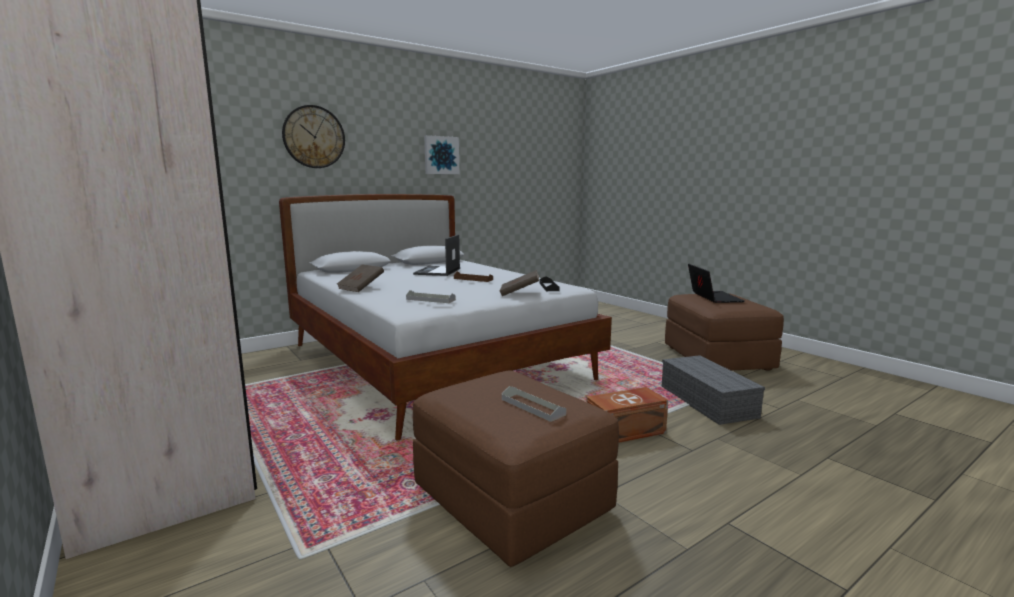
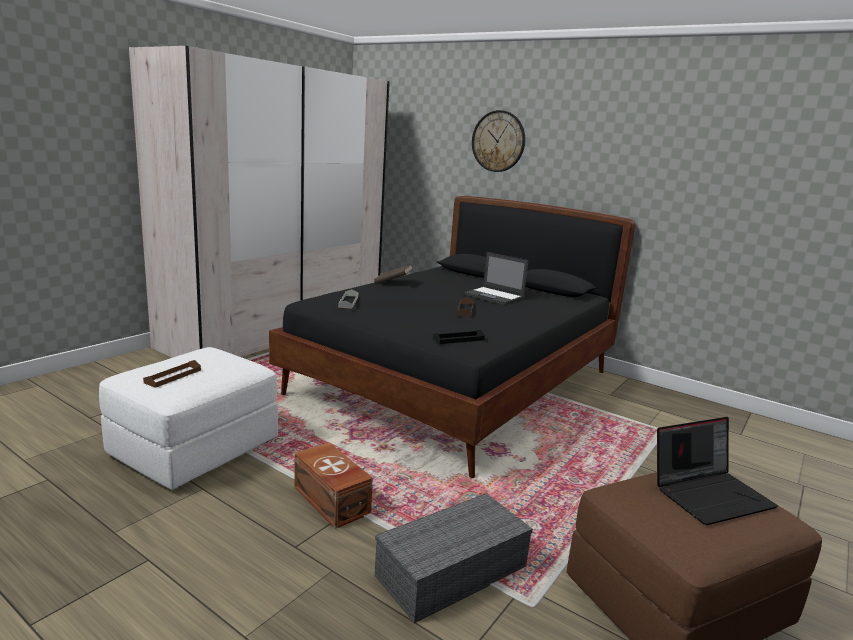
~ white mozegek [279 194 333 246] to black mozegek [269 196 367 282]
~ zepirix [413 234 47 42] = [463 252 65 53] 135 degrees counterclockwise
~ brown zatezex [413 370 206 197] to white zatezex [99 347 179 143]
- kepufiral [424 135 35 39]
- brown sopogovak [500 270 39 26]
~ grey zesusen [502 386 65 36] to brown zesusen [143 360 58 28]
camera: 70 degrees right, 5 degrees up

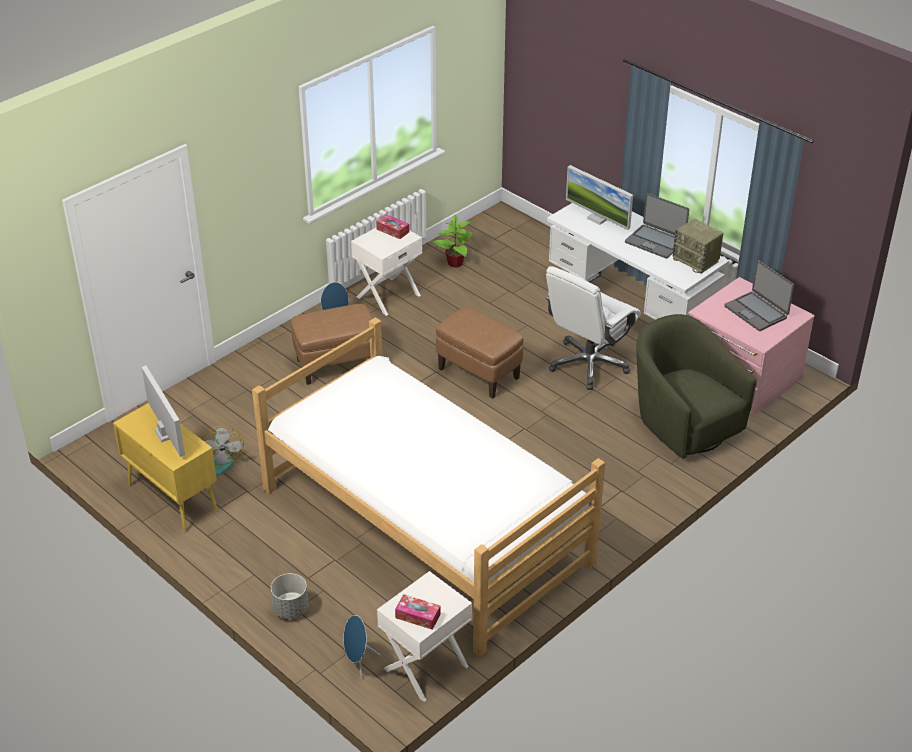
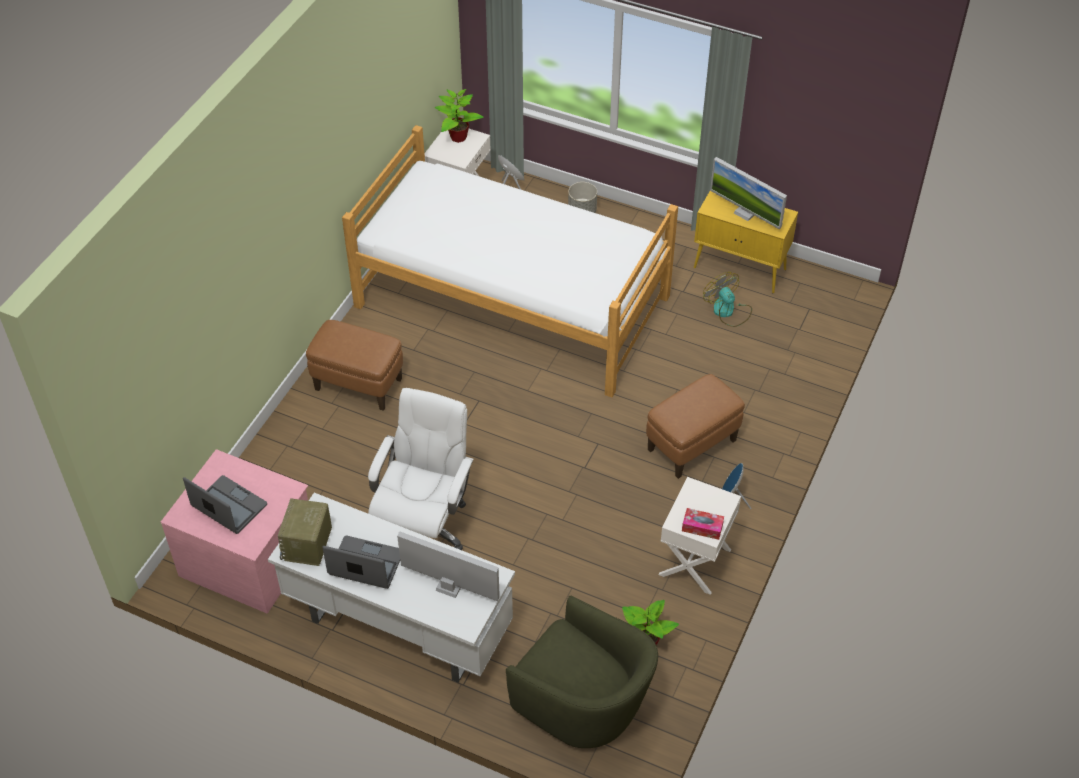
~ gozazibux [395 594 46 36] to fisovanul [435 89 49 54]
~ brown zatezex [436 307 88 92] to [306 320 97 91]
~ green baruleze [636 314 121 145] to [506 596 152 152]
~ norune [673 218 50 56] = [278 498 54 68] 105 degrees counterclockwise
camera: 160 degrees right, 10 degrees up

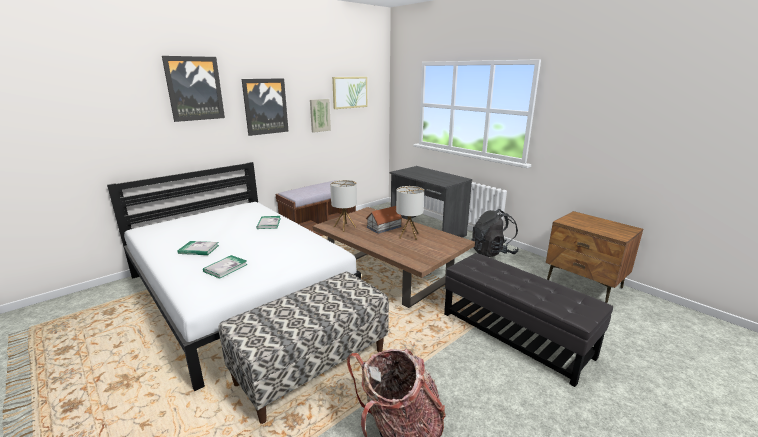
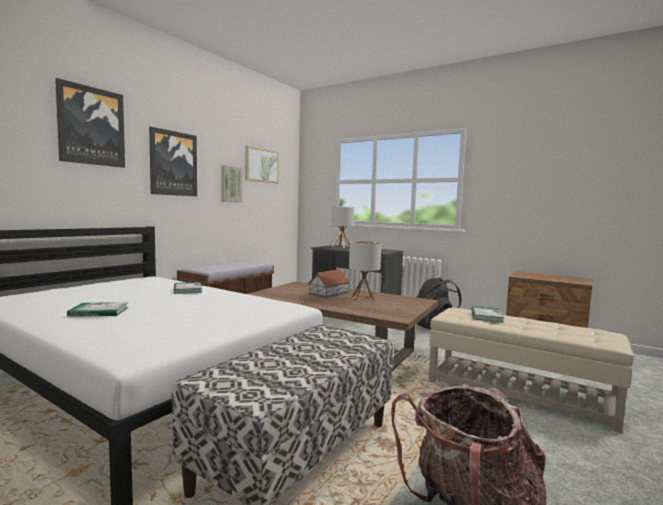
~ sopogovak [203 255 45 24] to [471 306 33 16]
~ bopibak [330 180 27 52] to [332 207 22 41]
~ black zatezex [444 253 169 134] to beige zatezex [429 308 205 125]
camera: 15 degrees left, 15 degrees down

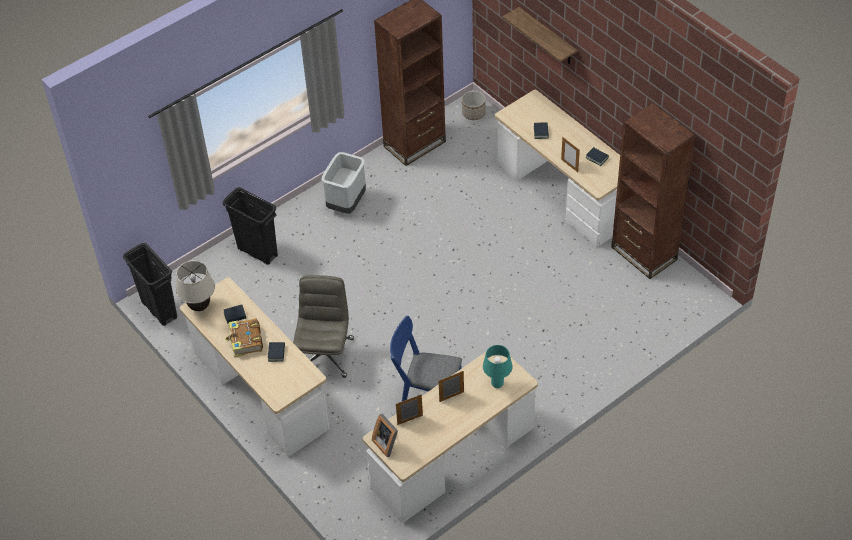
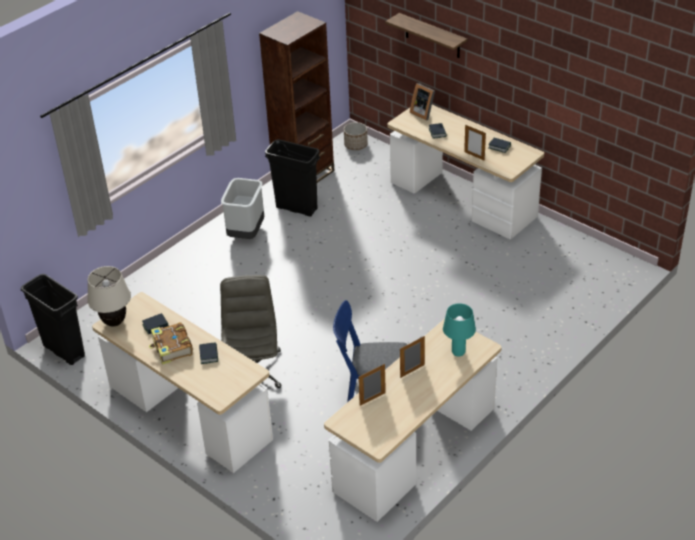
~ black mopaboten [223 187 55 78] to [265 139 55 77]
~ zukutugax [372 414 26 44] to [410 83 25 38]
- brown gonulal [611 103 85 176]
camera: 10 degrees left, 10 degrees down

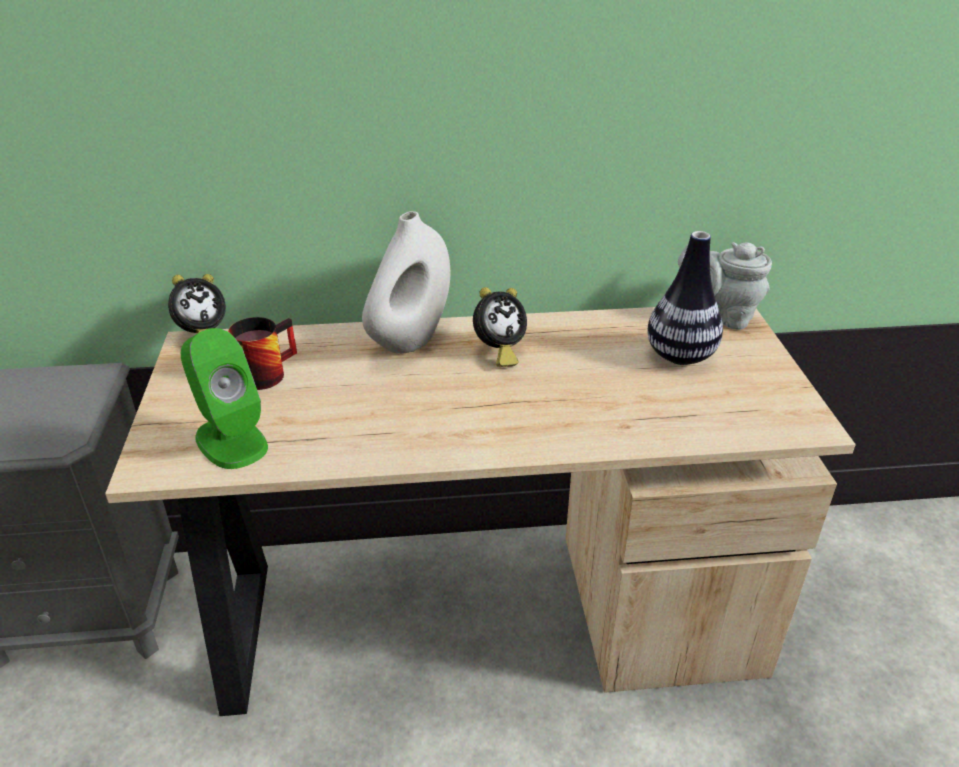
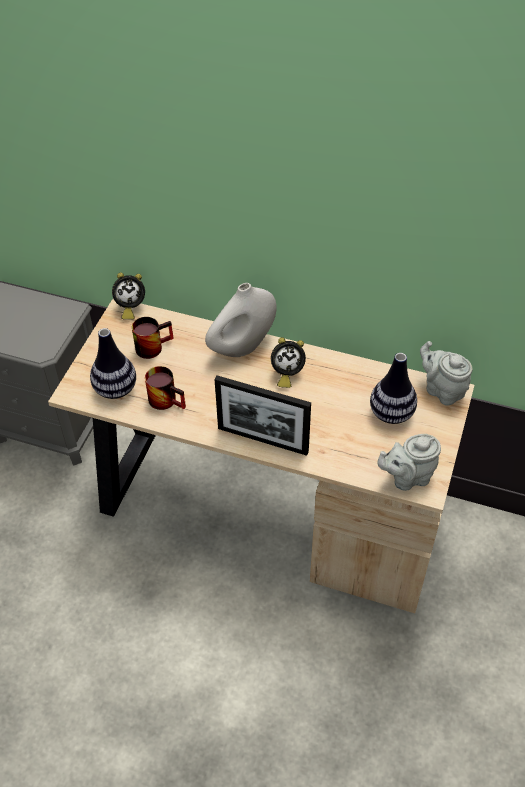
~ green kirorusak [181 328 87 141] to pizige [90 328 46 71]
+ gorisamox [145 366 41 44]
+ zukutugax [215 375 96 81]
+ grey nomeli [377 434 64 57]
camera: 25 degrees right, 15 degrees up

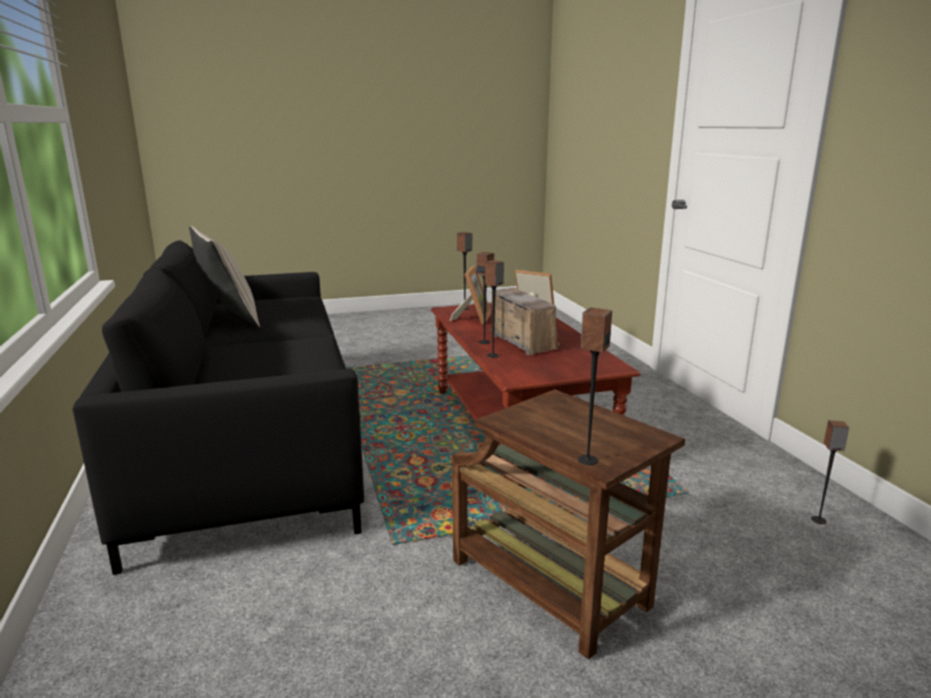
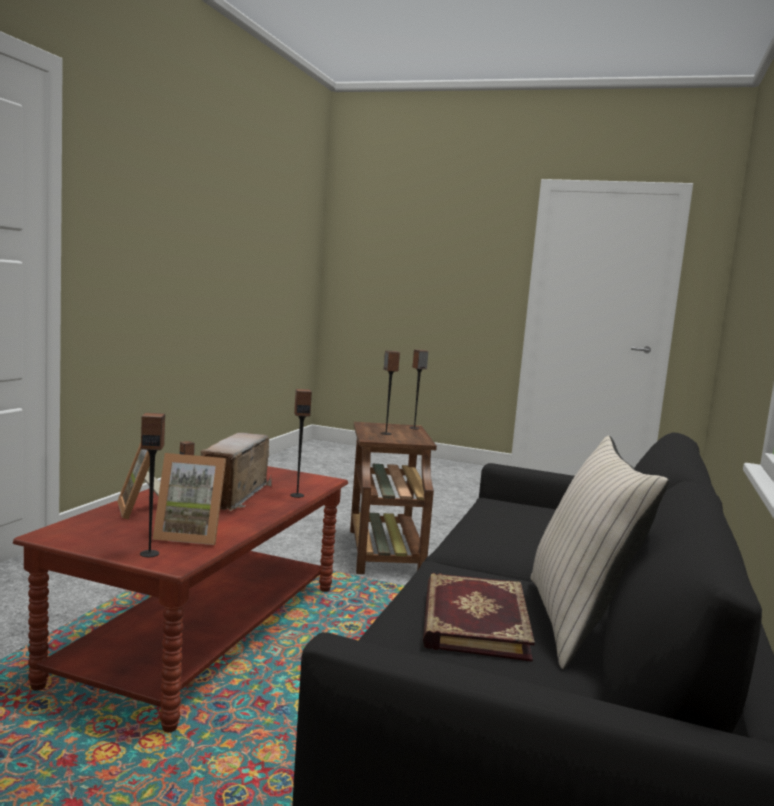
~ zukutugax [450 266 41 58] = [152 453 74 92] 135 degrees counterclockwise
~ kirorusak [477 252 17 92] to [381 351 19 84]
+ sopogovak [423 573 112 89]
camera: 145 degrees left, 10 degrees down

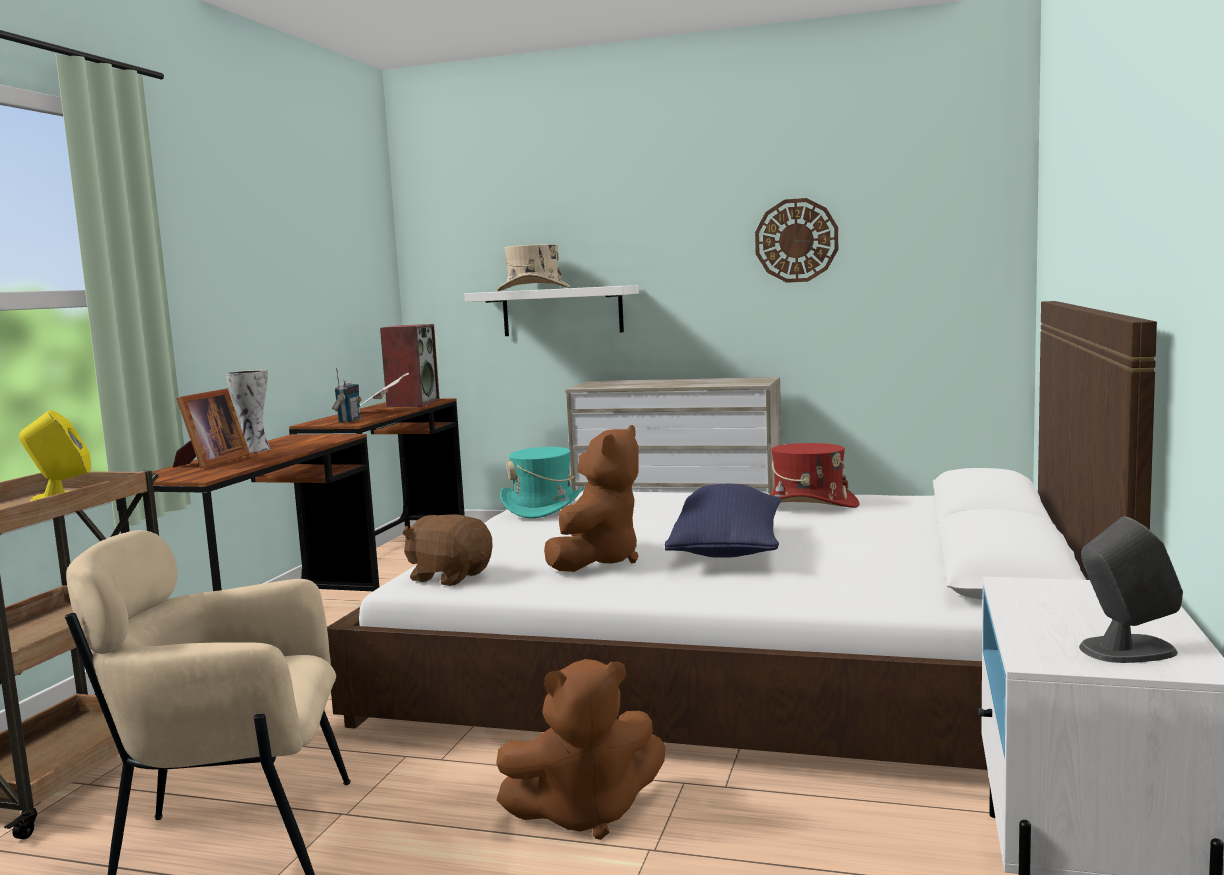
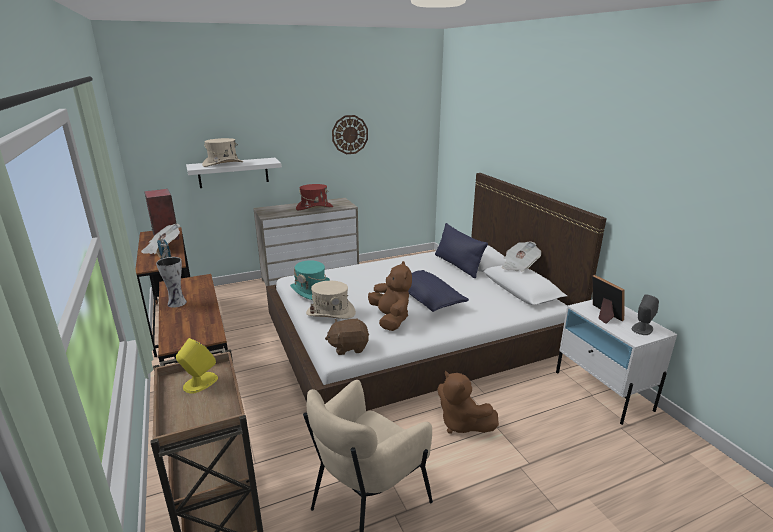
~ zukutugax [173 388 77 80] to [592 275 33 49]
~ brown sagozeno [496 659 170 181] = [437 371 62 63] 105 degrees clockwise
~ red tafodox [769 443 90 65] to [296 184 37 26]
+ beige tafodox [306 281 50 38]
+ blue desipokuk [435 223 53 56]
+ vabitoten [502 242 39 30]
camera: 40 degrees left, 15 degrees up

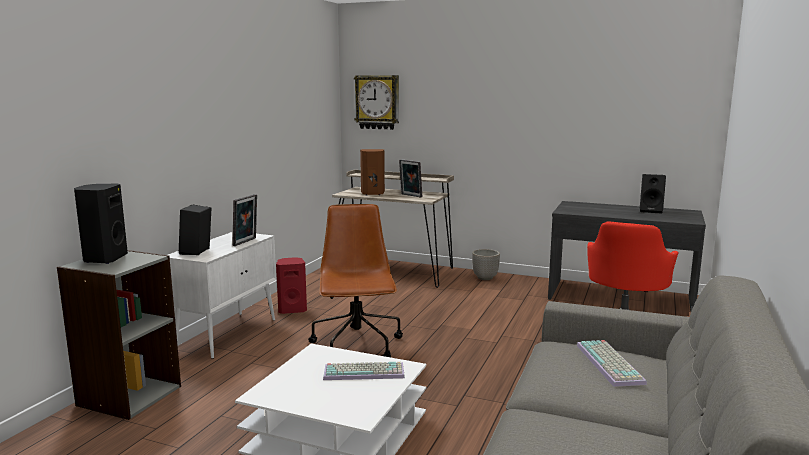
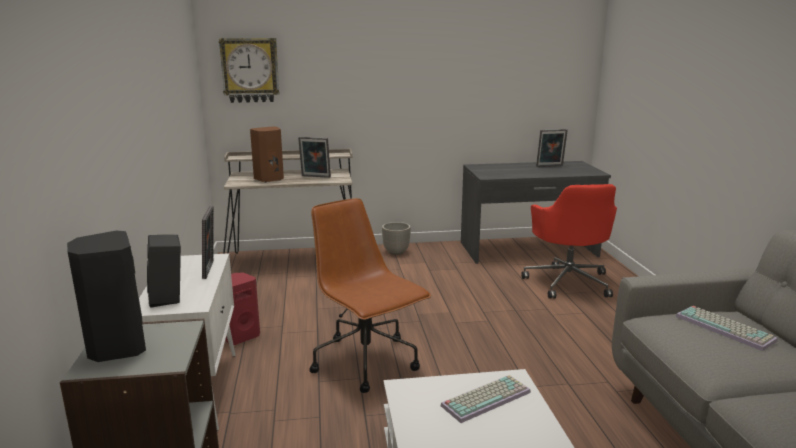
~ black kirorusak [640 174 26 40] to zukutugax [536 129 32 38]
camera: 30 degrees left, 5 degrees up

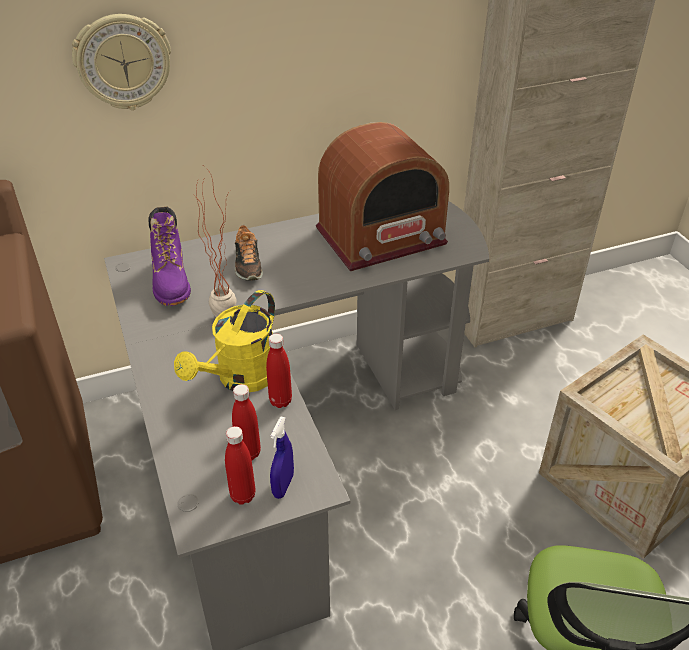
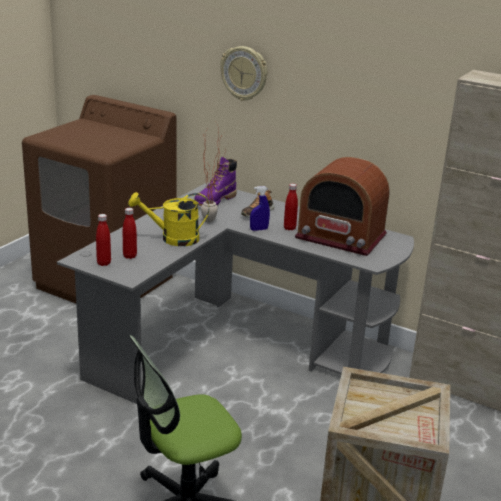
~ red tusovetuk [266 334 26 74] to [284 184 14 47]
~ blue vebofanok [270 417 24 82] to [250 186 20 45]
camera: 50 degrees right, 15 degrees down

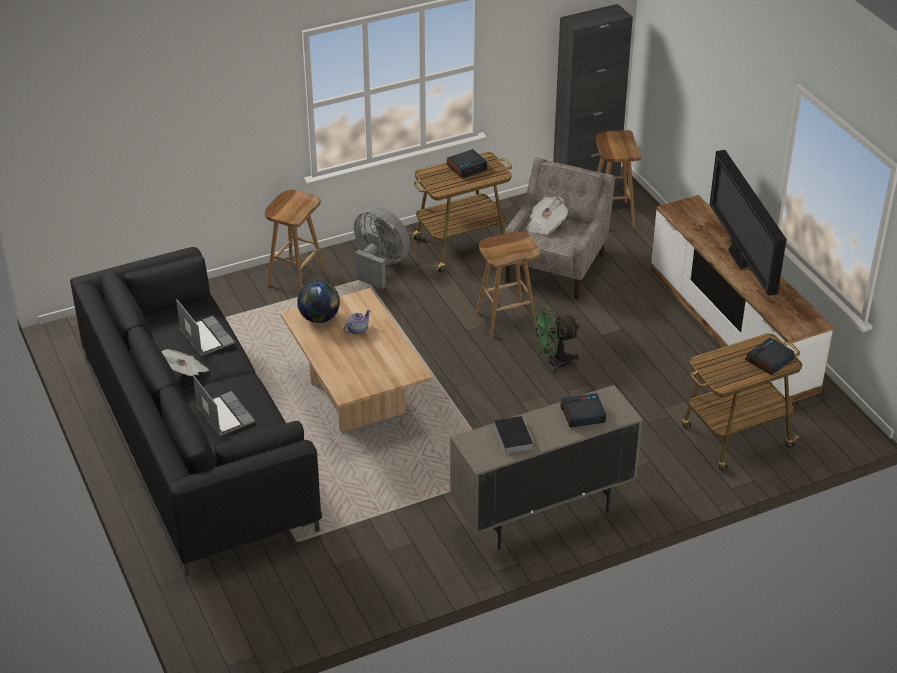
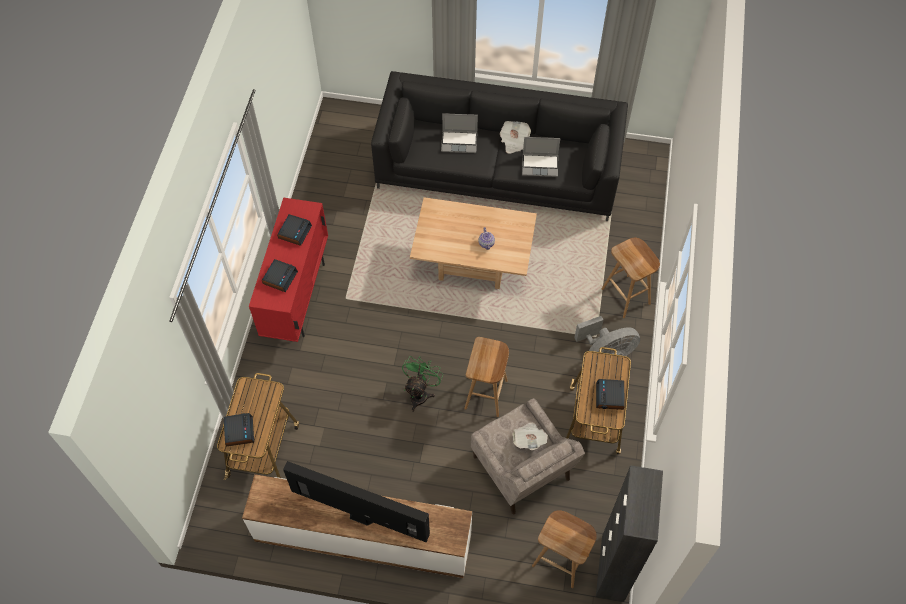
- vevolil [297 281 43 42]
~ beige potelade [450 385 193 165] to red potelade [249 198 79 144]
~ sopogovak [494 416 40 38] to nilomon [277 214 35 32]
camera: 125 degrees right, 20 degrees up

